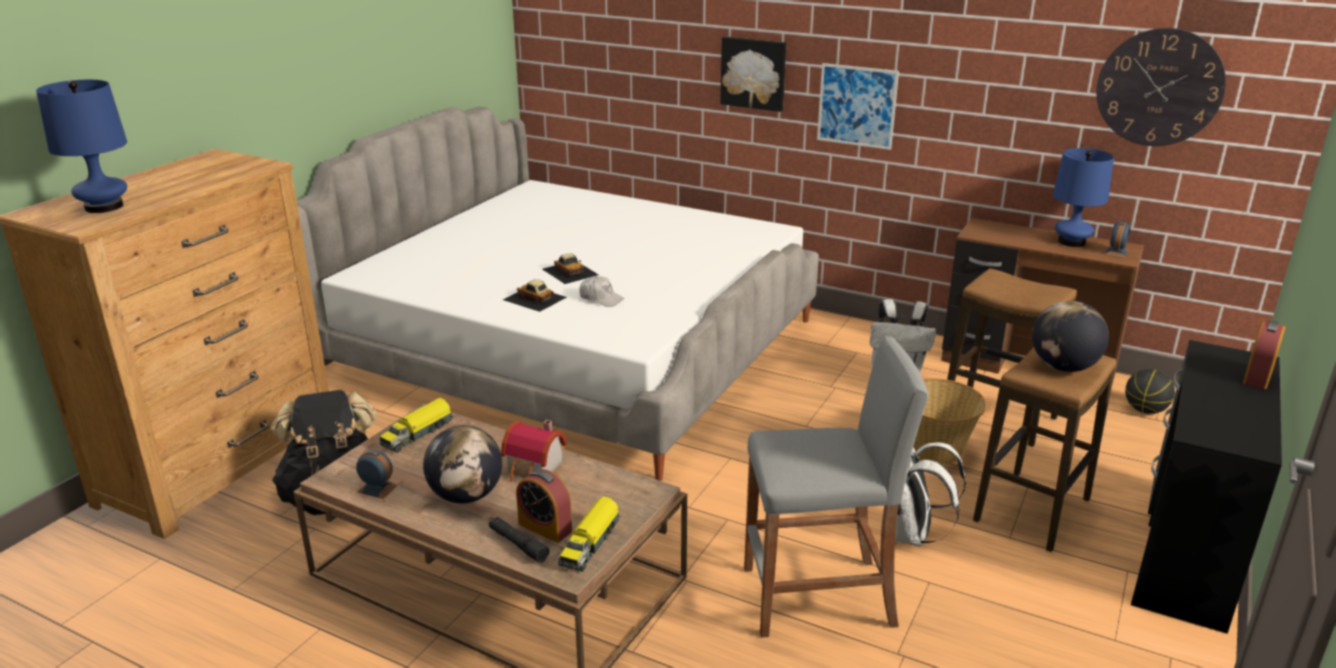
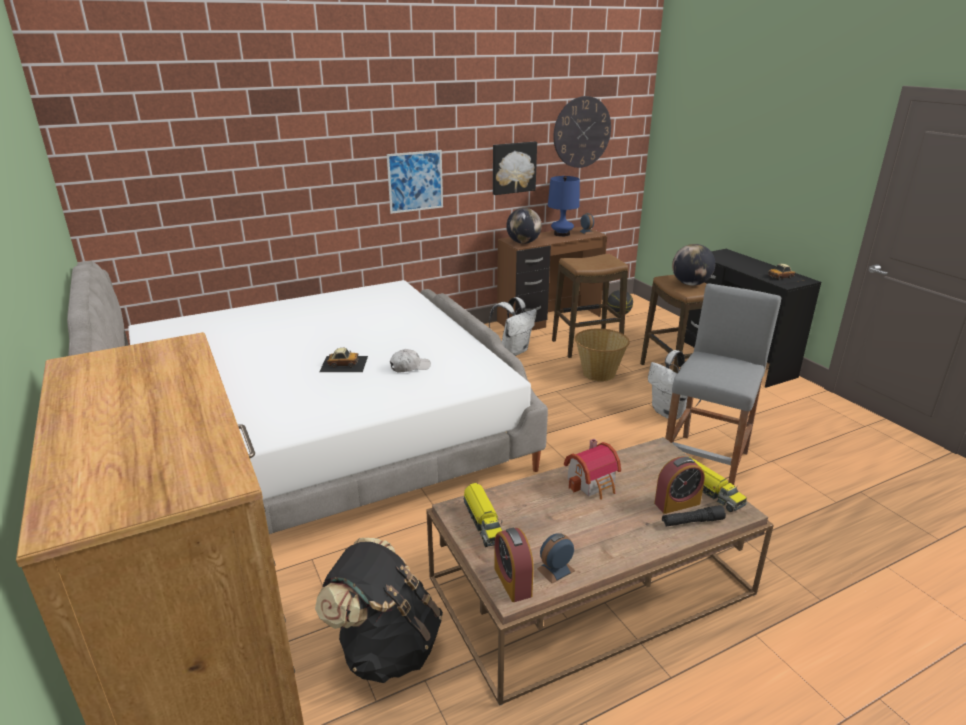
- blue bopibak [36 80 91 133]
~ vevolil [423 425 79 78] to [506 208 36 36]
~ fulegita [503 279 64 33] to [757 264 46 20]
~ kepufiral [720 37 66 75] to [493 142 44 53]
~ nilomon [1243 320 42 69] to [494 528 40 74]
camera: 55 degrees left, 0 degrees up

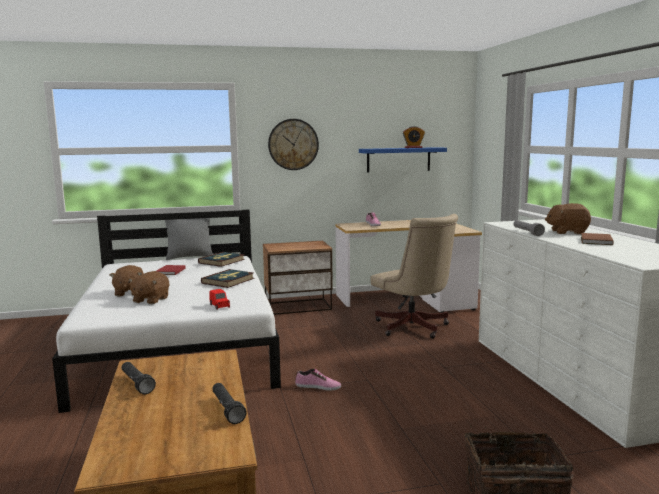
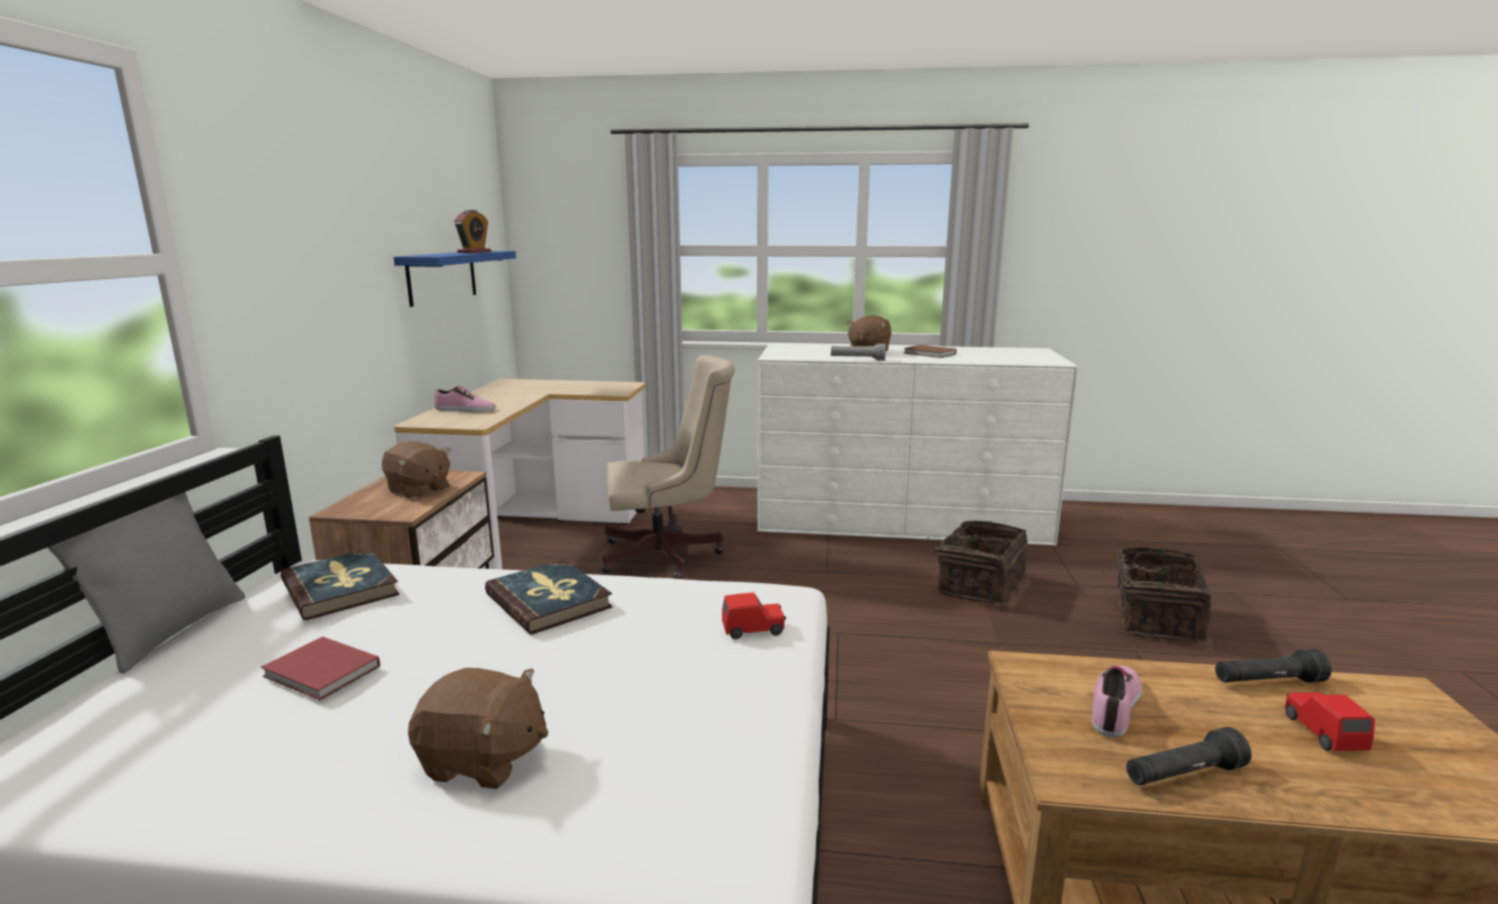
~ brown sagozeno [129 271 40 33] to [382 441 69 58]
- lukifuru [268 119 51 51]
~ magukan [295 369 46 22] to [1092 665 50 72]
+ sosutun [920 521 108 85]
+ red fulegita [1285 692 90 59]
camera: 70 degrees left, 5 degrees up

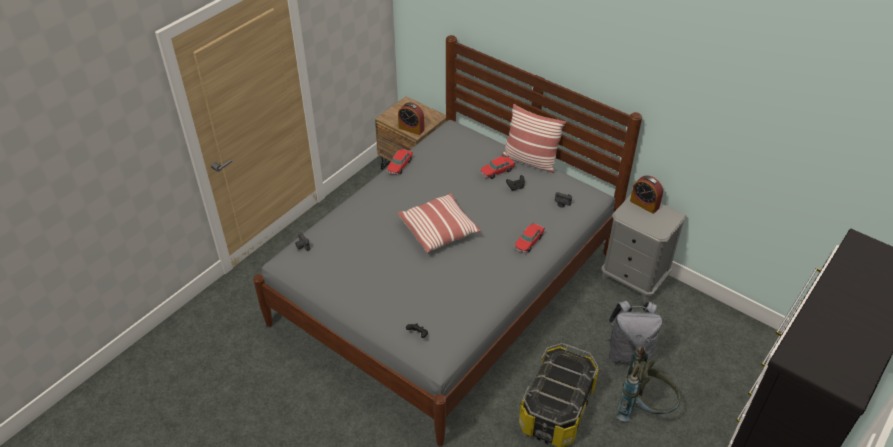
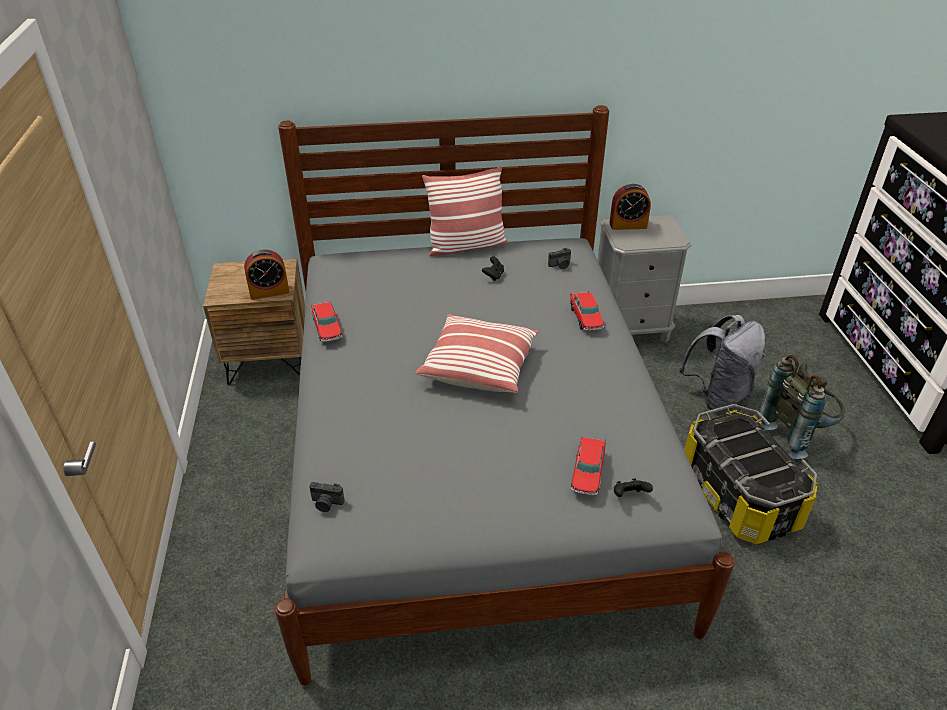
~ fulegita [481 156 35 23] to [571 435 35 60]
camera: 45 degrees left, 5 degrees down

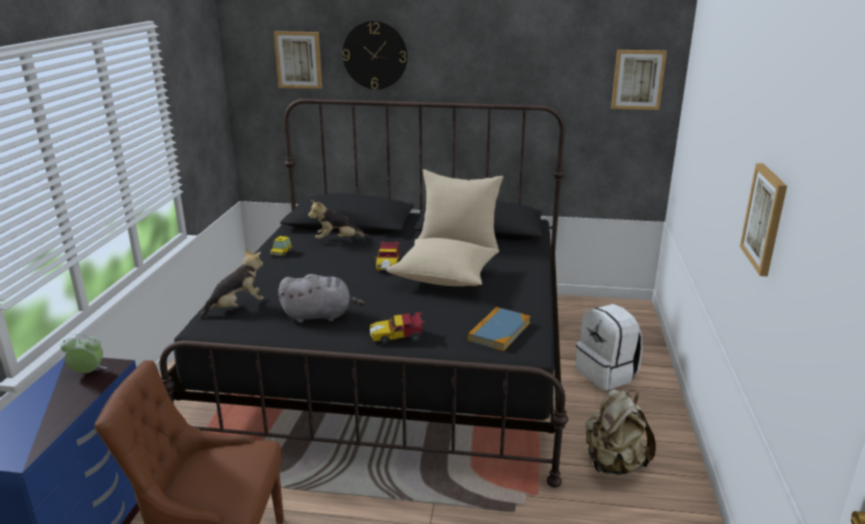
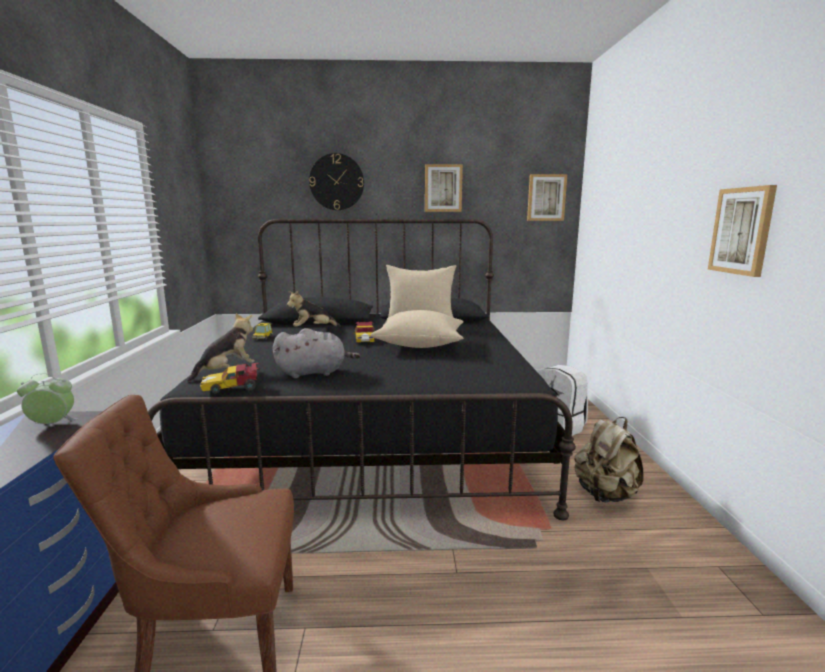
~ kepufiral [274 31 48 58] to [425 164 38 48]
~ fulegita [370 312 55 31] to [200 363 59 30]
- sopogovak [467 307 64 44]
camera: 10 degrees left, 10 degrees down

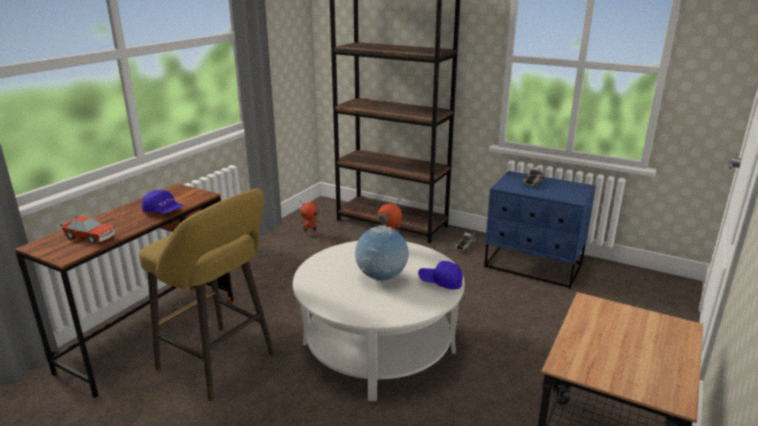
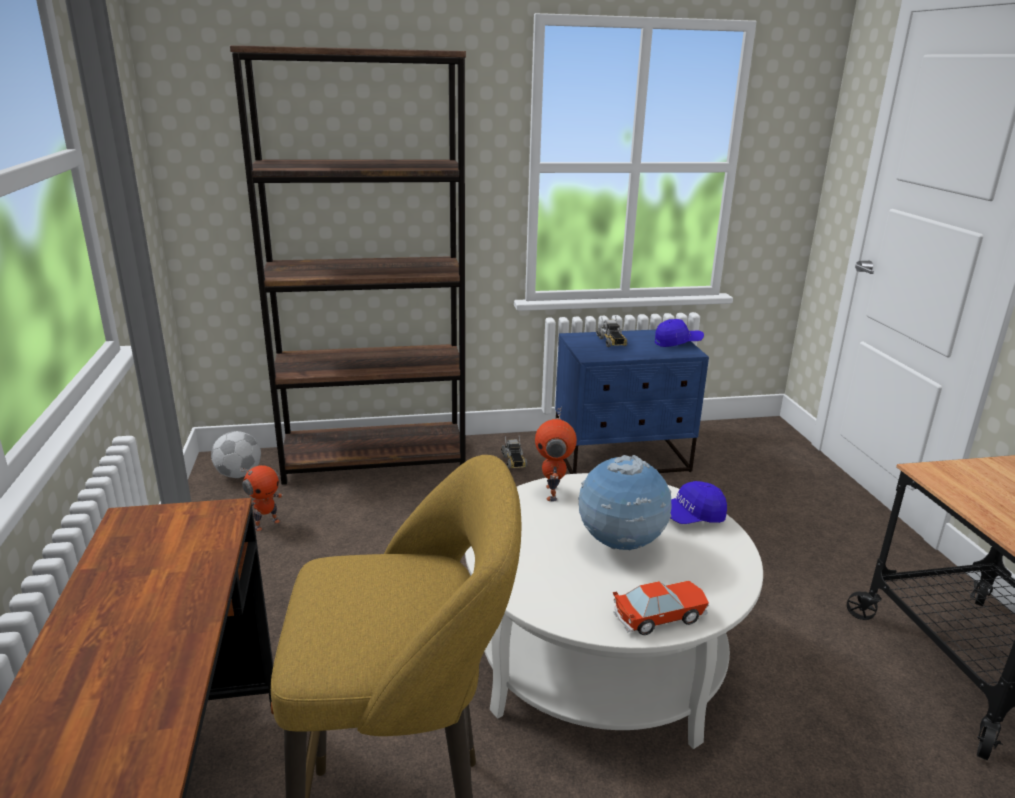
~ fulegita [60 216 55 28] to [613 581 96 54]
~ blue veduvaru [142 190 41 24] to [655 319 49 28]
+ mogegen [211 431 50 47]
camera: 40 degrees left, 0 degrees up

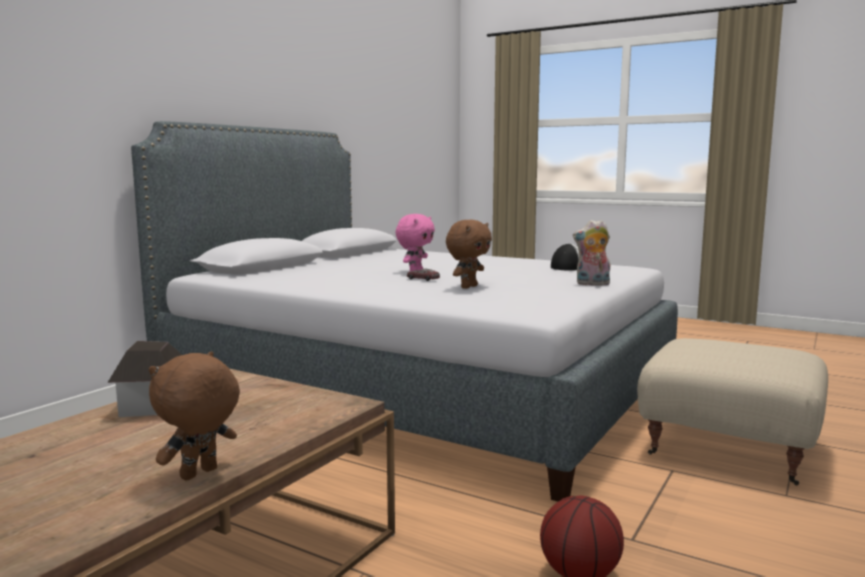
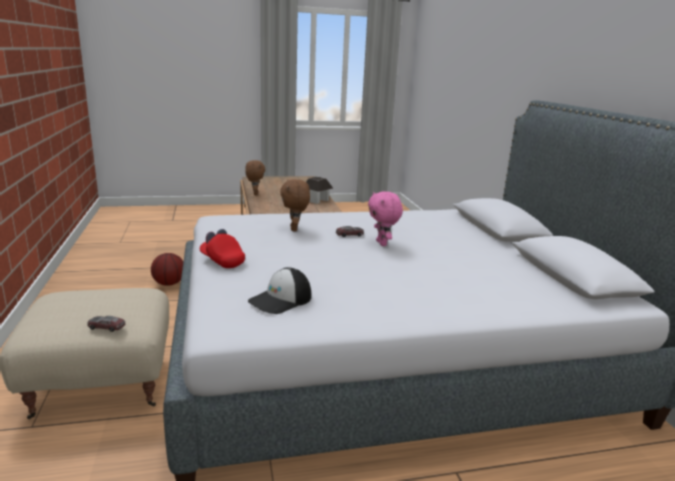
~ sagozeno [573 220 37 66] to red veduvaru [200 229 45 39]
+ fulegita [87 316 39 16]
camera: 135 degrees right, 10 degrees up

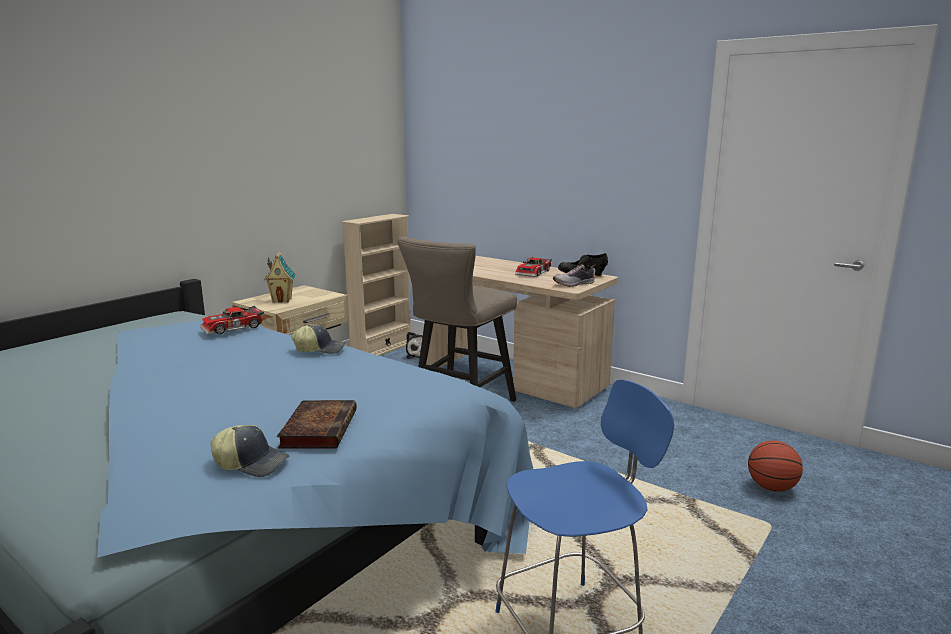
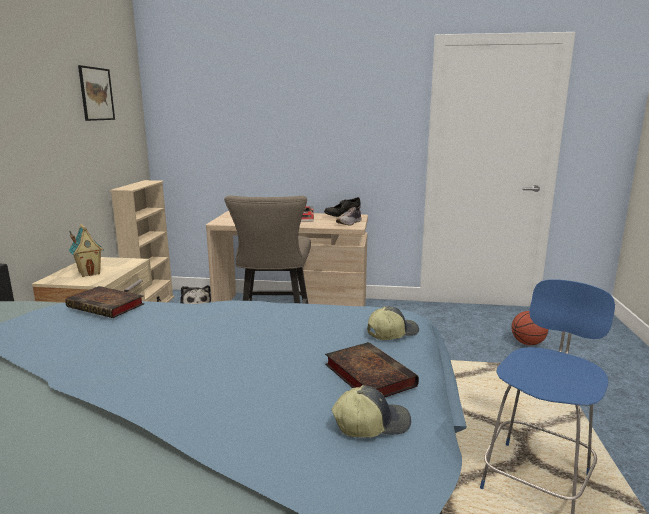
~ fulegita [200 306 64 29] to sopogovak [65 286 79 32]
~ veduvaru [291 324 54 30] to [367 306 52 34]
+ kepufiral [78 65 37 56]
camera: 30 degrees left, 0 degrees up

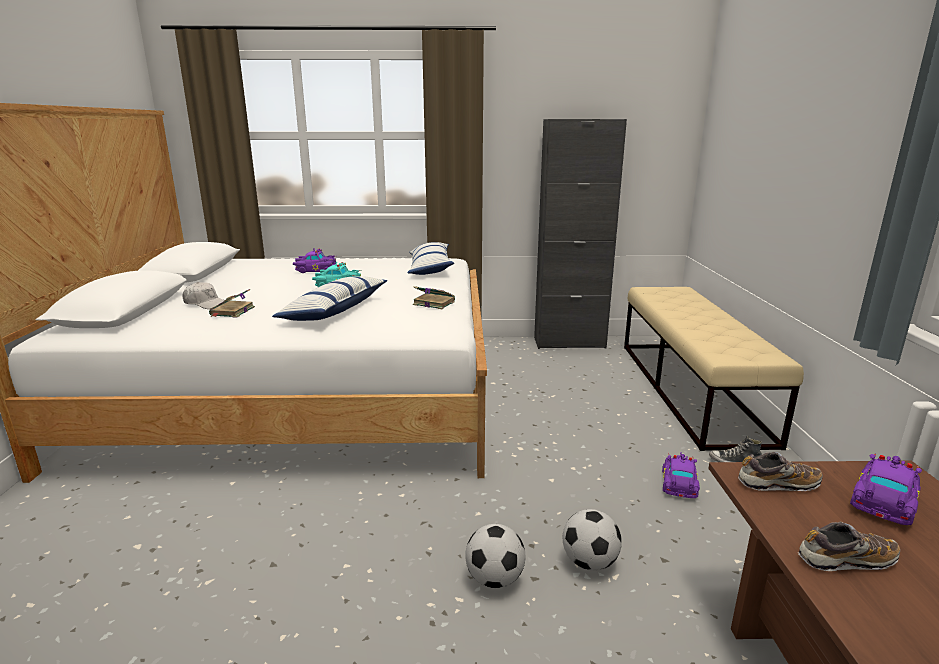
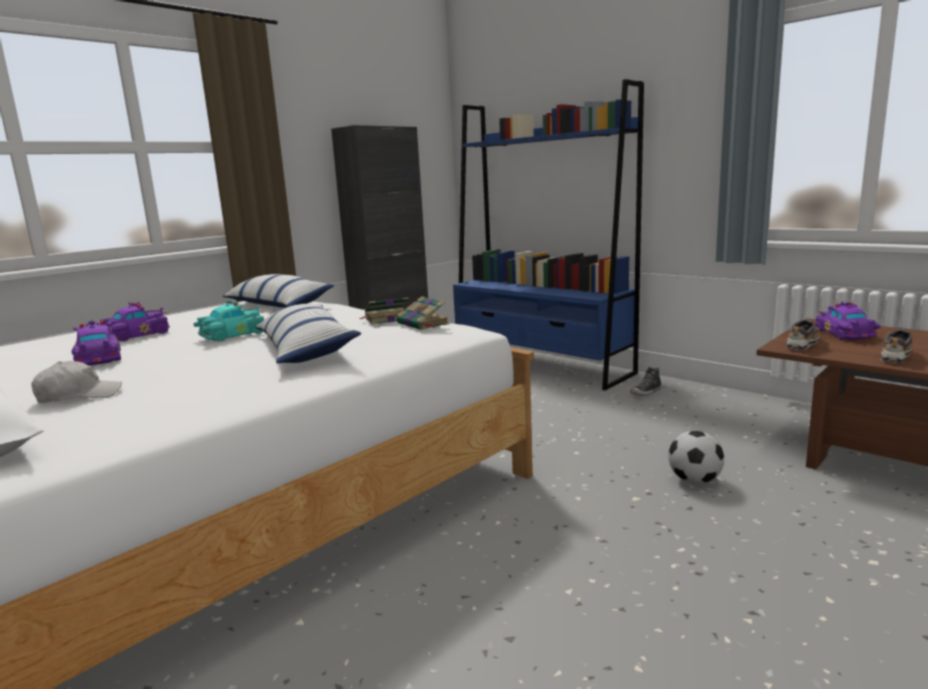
~ sopogovak [209 289 46 29] to [397 296 52 34]
- mogegen [465 524 60 64]
~ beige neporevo [624 287 180 164] to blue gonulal [453 79 191 311]
~ purple fulegita [662 452 38 46] to [72 321 49 45]
camera: 45 degrees left, 5 degrees down

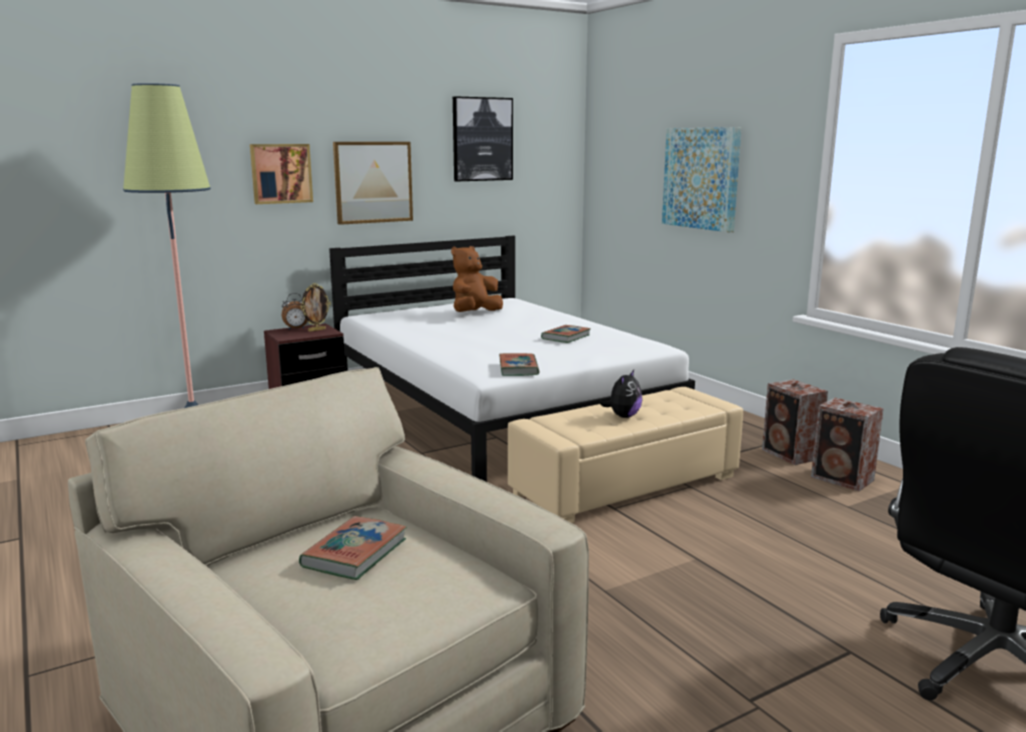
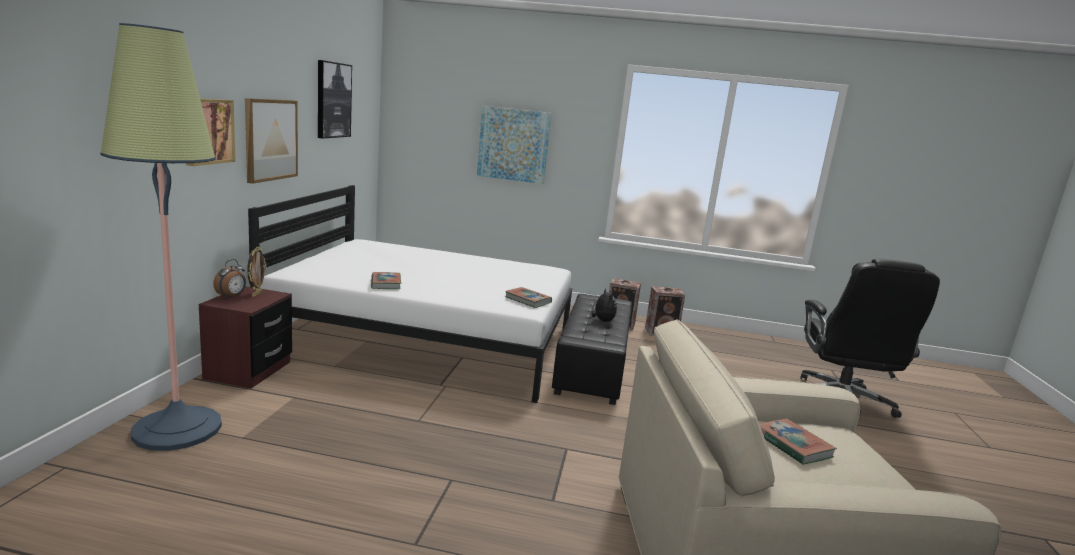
- brown sagozeno [451 246 52 66]
~ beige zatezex [508 387 235 136] to black zatezex [552 294 80 111]
~ sopogovak [541 325 50 18] to [371 272 30 17]
camera: 50 degrees left, 0 degrees up

